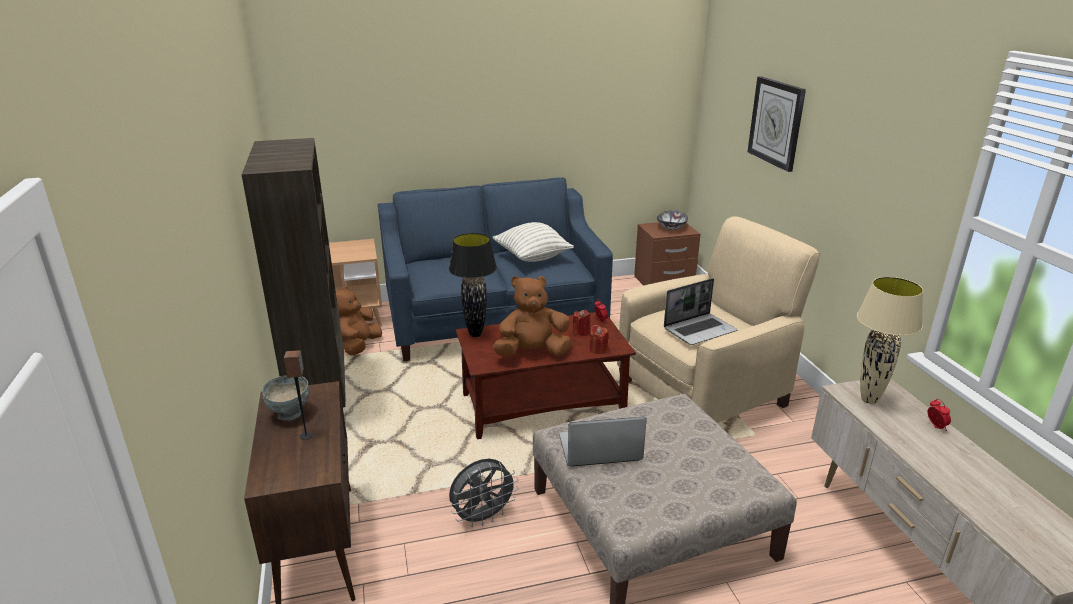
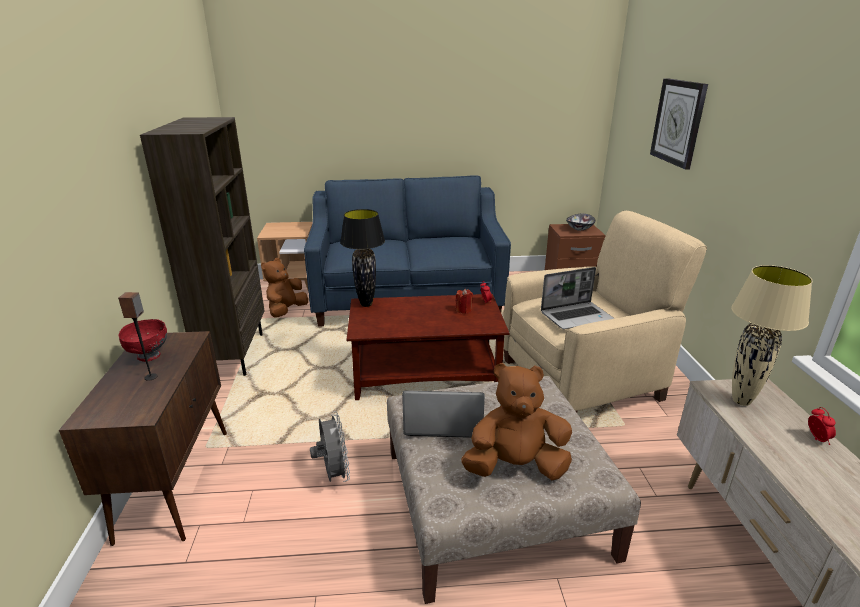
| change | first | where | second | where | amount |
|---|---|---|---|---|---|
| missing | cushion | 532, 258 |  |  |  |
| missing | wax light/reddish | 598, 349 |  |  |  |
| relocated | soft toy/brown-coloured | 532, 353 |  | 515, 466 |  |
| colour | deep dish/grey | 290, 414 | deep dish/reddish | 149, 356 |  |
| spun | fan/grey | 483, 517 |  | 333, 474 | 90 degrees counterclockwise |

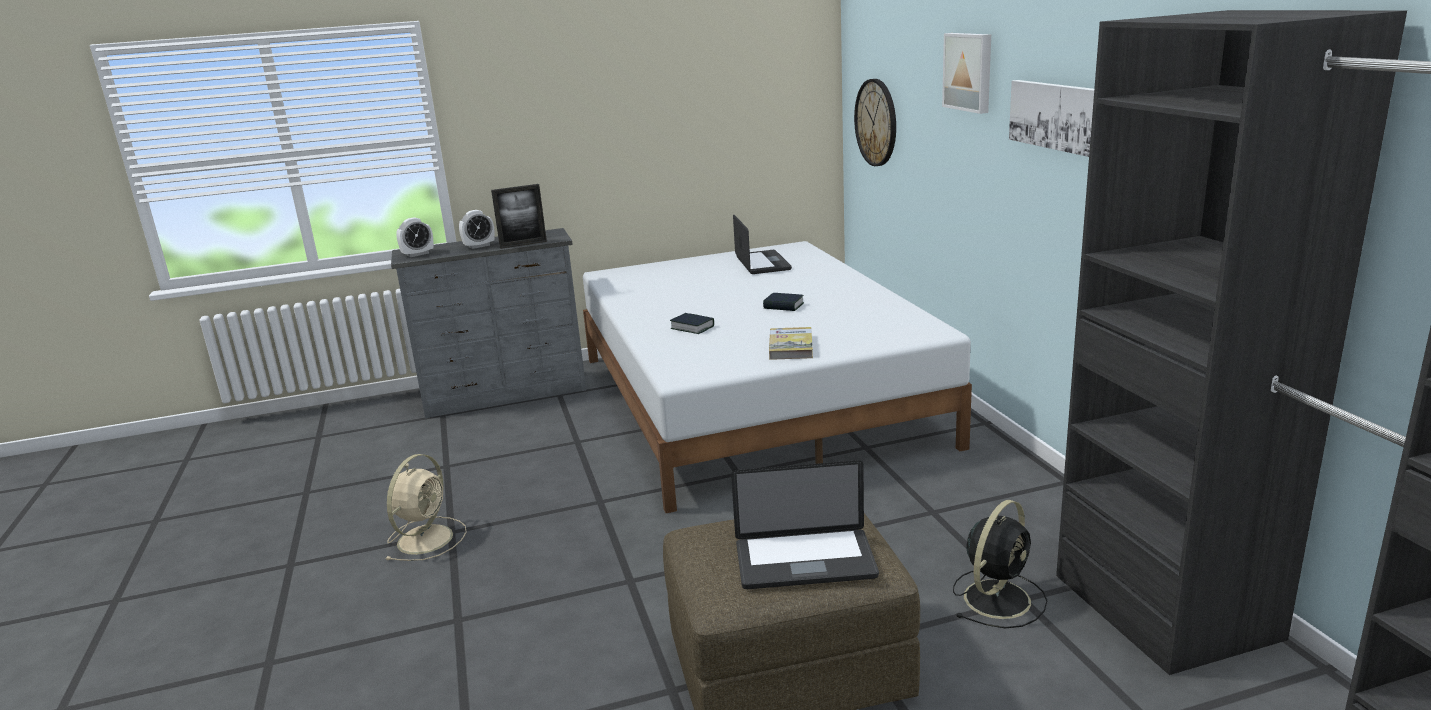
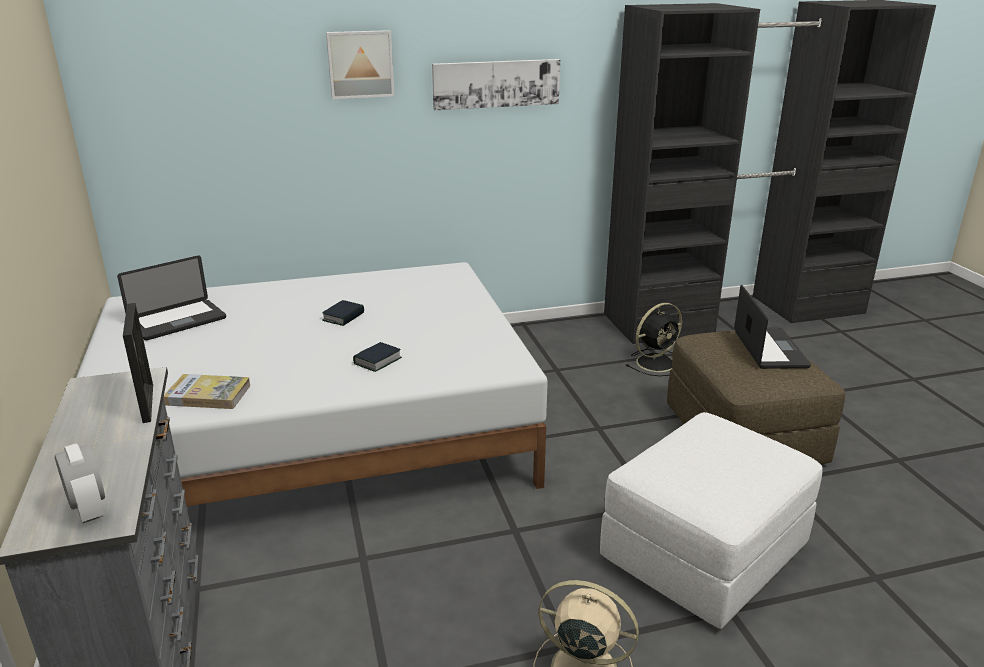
| change | first | where | second | where | amount |
|---|---|---|---|---|---|
| missing | table clock | 479, 246 |  |  |  |
| missing | clock on the wall | 876, 122 |  |  |  |
| appeared |  |  | ottoman/white | 704, 553 |  |
| relocated | volume | 791, 346 |  | 208, 395 |  |
| spun | portable computer | 762, 263 |  | 178, 321 | 150 degrees clockwise |
| spun | fan/blackish | 998, 597 |  | 657, 362 | 105 degrees clockwise |

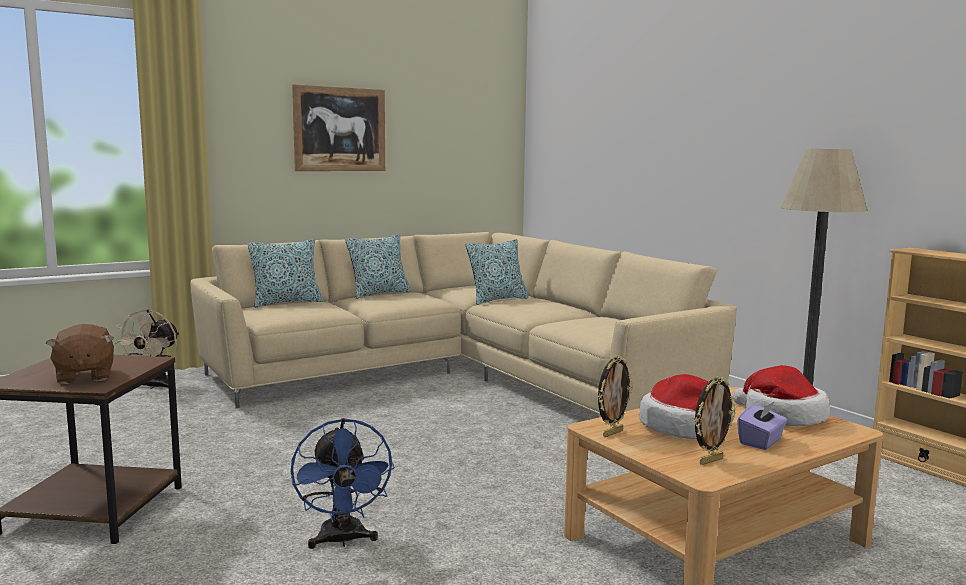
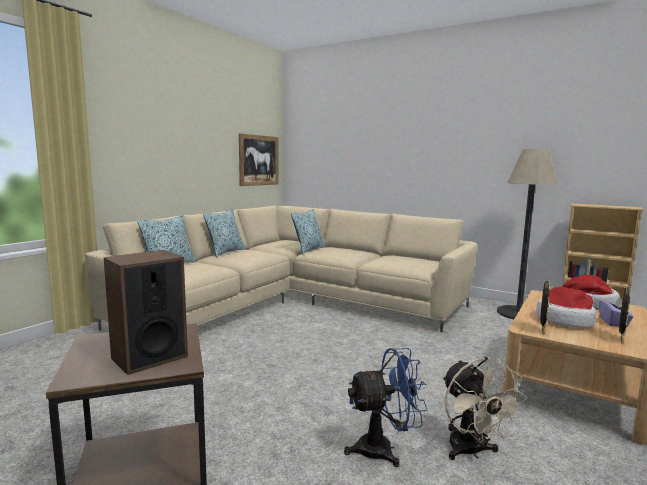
| change | first | where | second | where | amount |
|---|---|---|---|---|---|
| relocated | fan/beige | 155, 387 |  | 471, 452 |  |
| relocated | wall art | 340, 129 |  | 259, 160 |  |
| exchanged | soft toy/brown-coloured | 84, 376 | loudspeaker | 149, 357 |  |
| spun | fan/blue | 342, 540 |  | 384, 449 | 60 degrees counterclockwise |

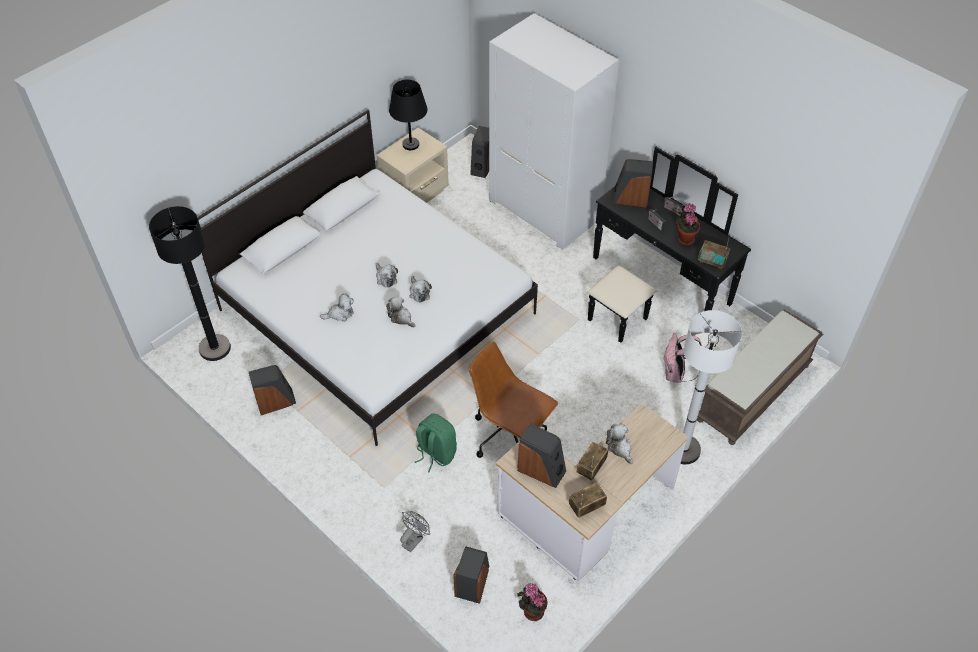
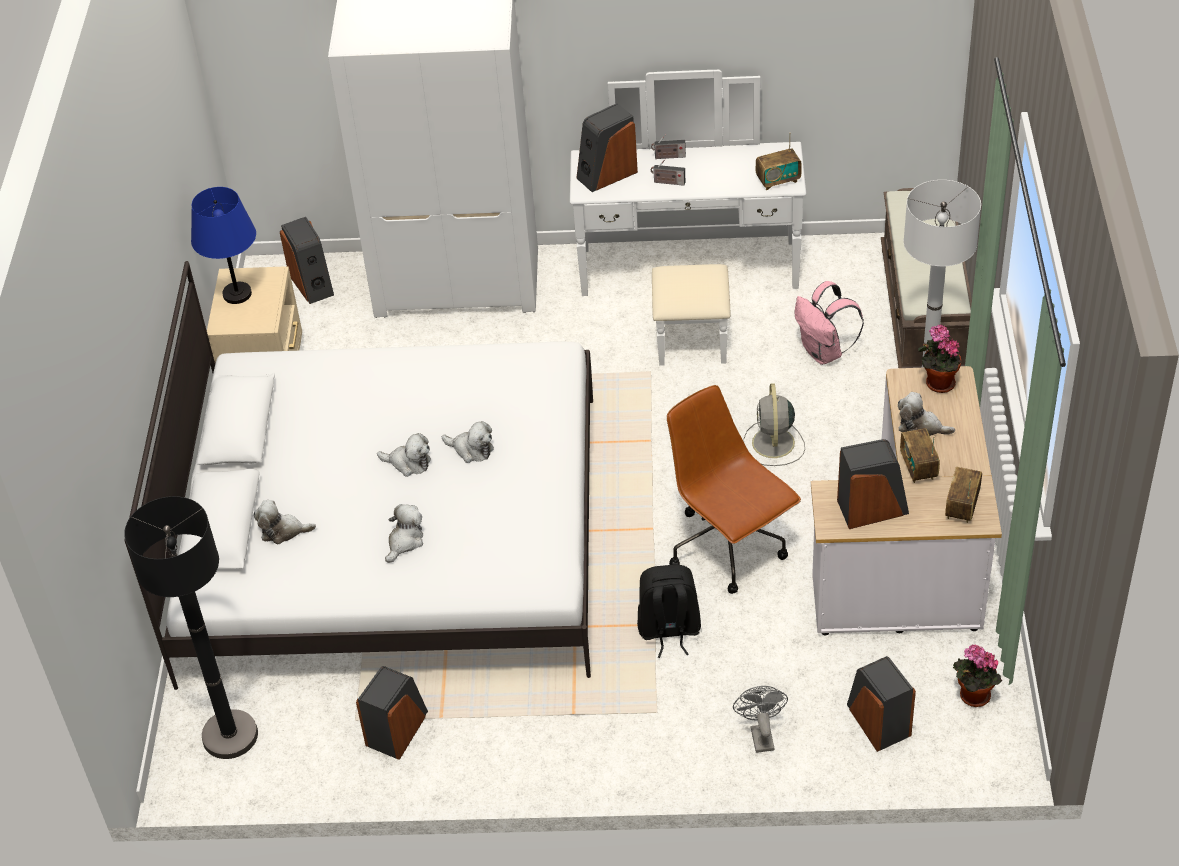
| change | first | where | second | where | amount |
|---|---|---|---|---|---|
| appeared |  |  | fan/grey | 773, 444 |  |
| relocated | soft toy | 401, 317 |  | 283, 531 |  |
| relocated | potted plant | 684, 238 |  | 937, 383 |  |
| colour | lamp for a table/blackish | 411, 144 | lamp for a table/blue | 237, 294 |  |
| colour | rucksack/greenish | 435, 453 | rucksack/blackish | 669, 630 |  |
| colour | dresser/blackish | 651, 289 | dresser/white | 690, 284 |  |
| spun | office chair/brown-coloured | 510, 436 |  | 729, 548 | 60 degrees clockwise |

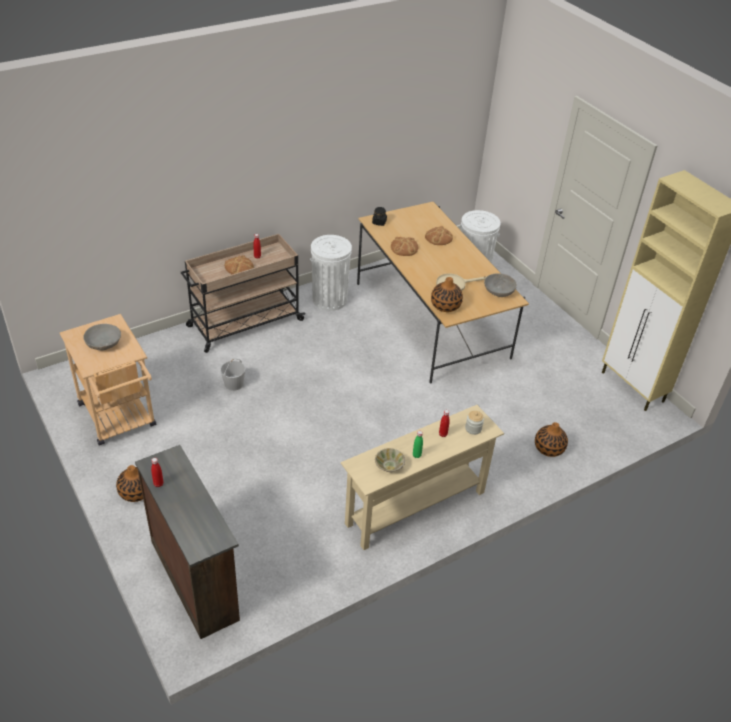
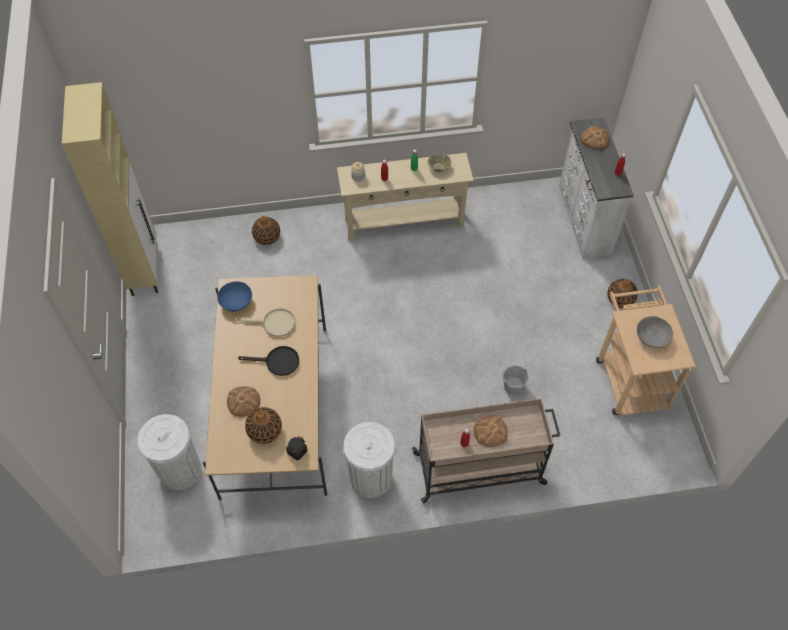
| change | first | where | second | where | amount |
|---|---|---|---|---|---|
| appeared |  |  | skillet/blackish | 277, 362 |  |
| relocated | baked bread | 404, 248 |  | 595, 139 |  |
| relocated | decorative vase | 445, 306 |  | 265, 430 |  |
| colour | dresser/brown-coloured | 195, 578 | dresser/white | 583, 220 |  |
| colour | deep dish/grey | 498, 291 | deep dish/blue | 236, 302 |  |

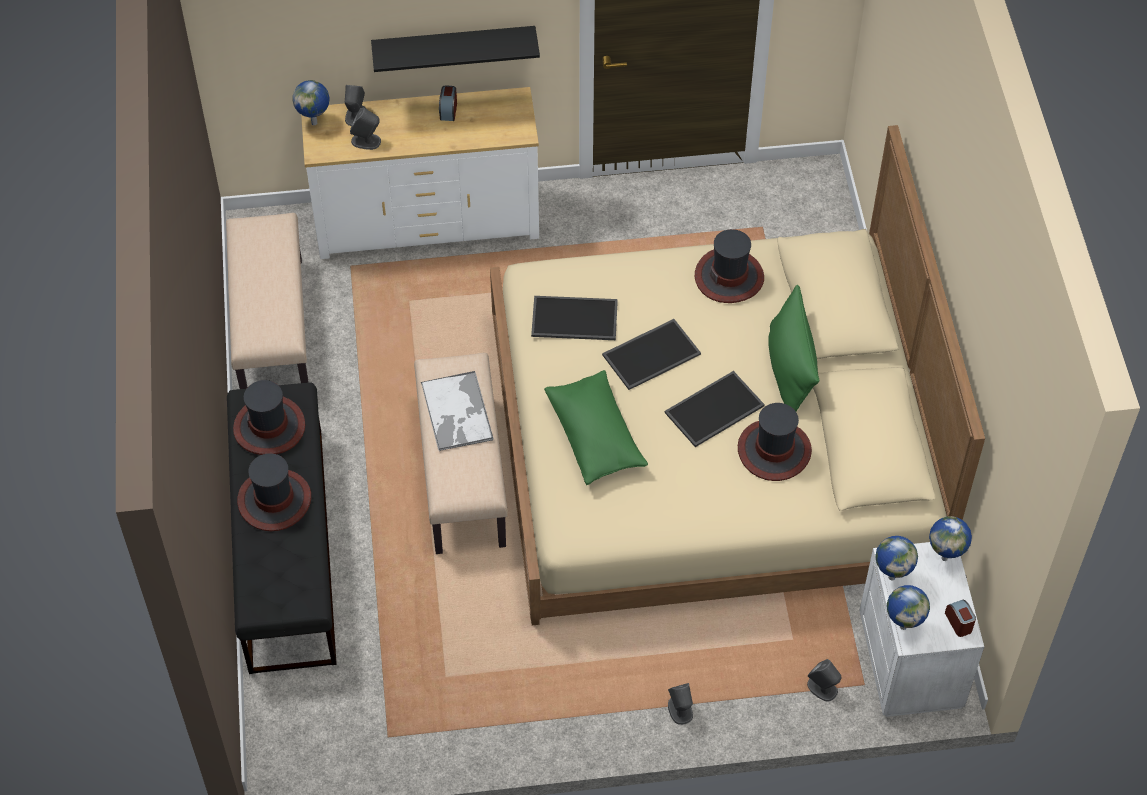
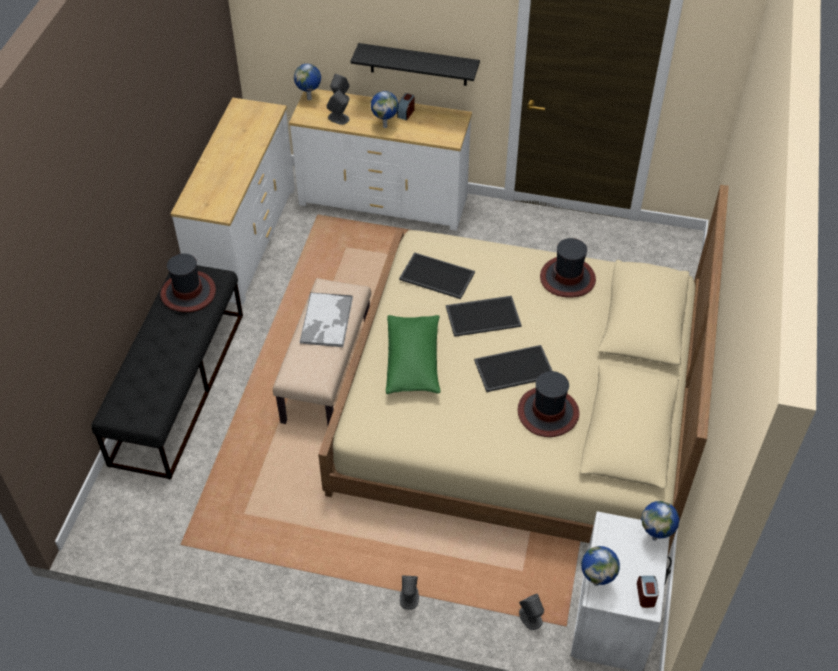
| change | first | where | second | where | amount |
|---|---|---|---|---|---|
| missing | clothing hat | 274, 500 |  |  |  |
| missing | cushion/greenish | 789, 369 |  |  |  |
| relocated | desk globe | 891, 576 |  | 385, 126 |  |
| exchanged | long seat/beige | 271, 328 | dresser/white | 244, 240 |  |

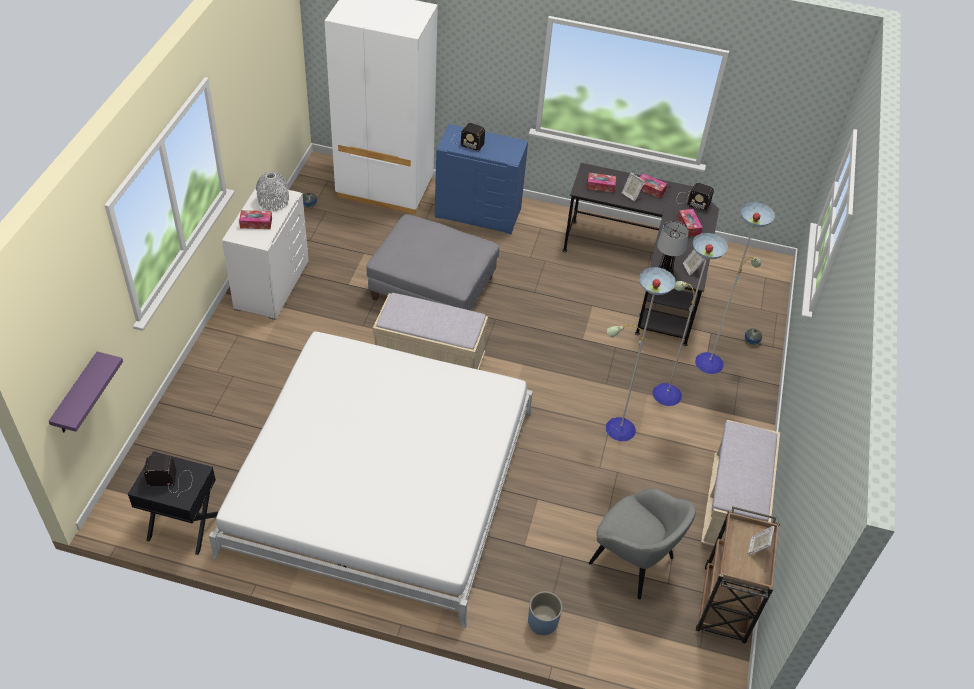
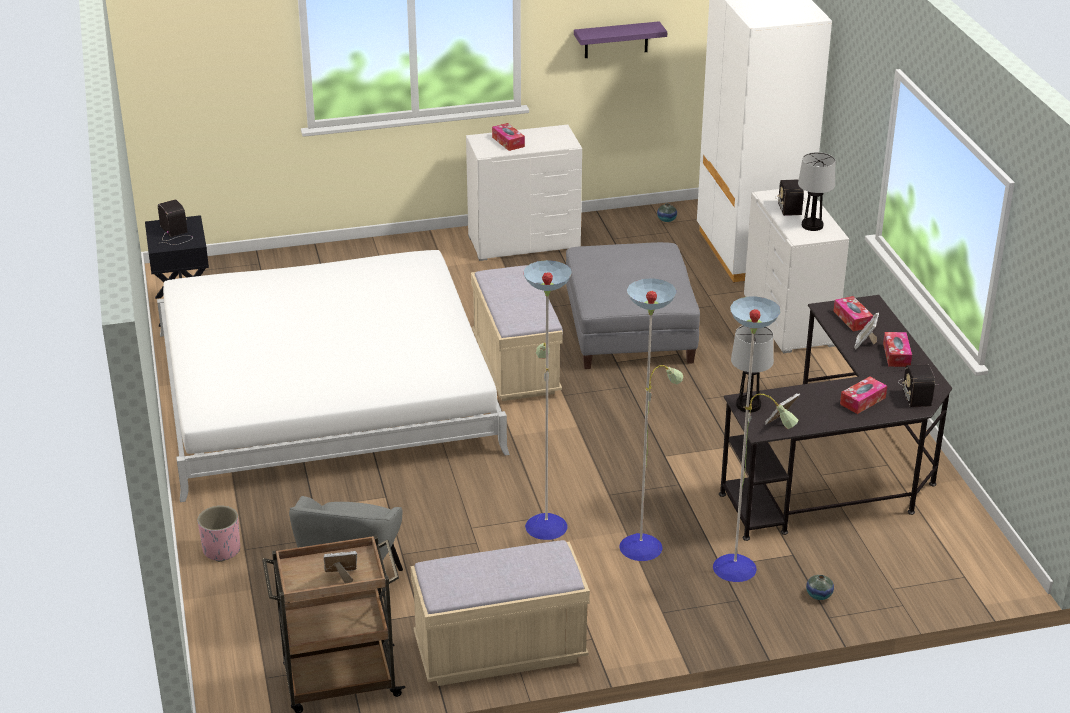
| change | first | where | second | where | amount |
|---|---|---|---|---|---|
| missing | decorative vase/grey | 273, 201 |  |  |  |
| appeared |  |  | lamp for a table | 812, 226 |  |
| relocated | wall shelf/purple-coloured | 76, 395 |  | 616, 40 |  |
| colour | dresser/blue | 478, 213 | dresser/white | 790, 320 |  |
| colour | plant pot/blue | 542, 622 | plant pot/pinkish | 221, 550 |  |

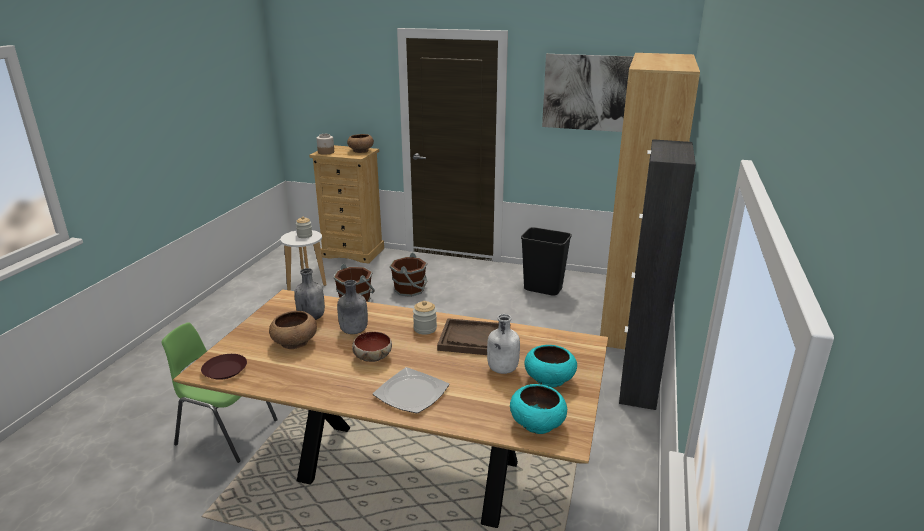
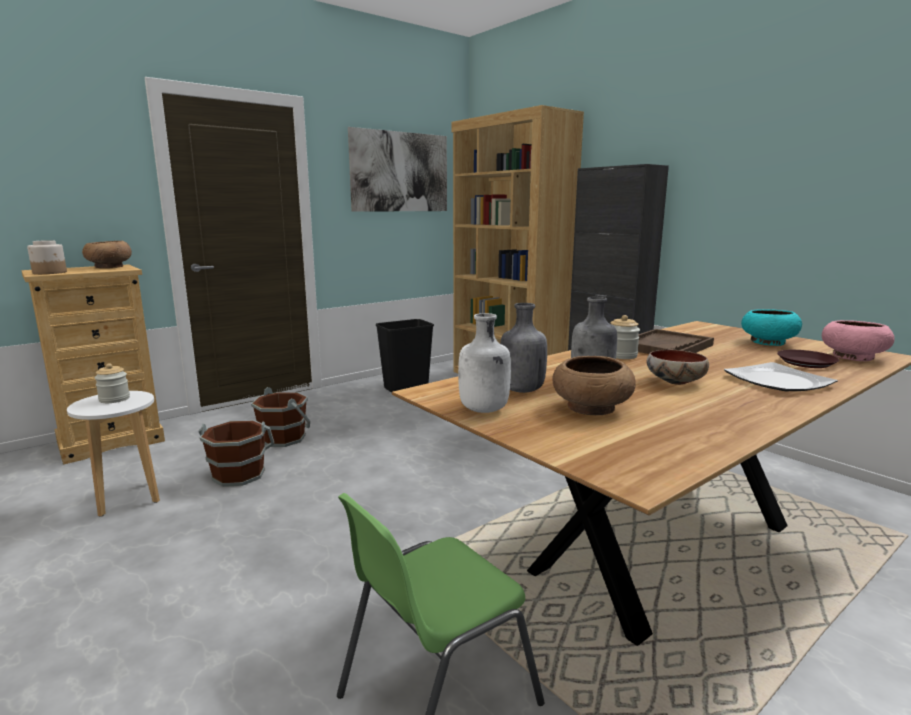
| change | first | where | second | where | amount |
|---|---|---|---|---|---|
| relocated | dinner plate/brown-coloured | 224, 370 |  | 806, 363 |  |
| relocated | beverage bottle/white | 502, 369 |  | 484, 410 |  |
| colour | deep dish/turquoise | 537, 423 | deep dish/pinkish | 852, 357 |  |

